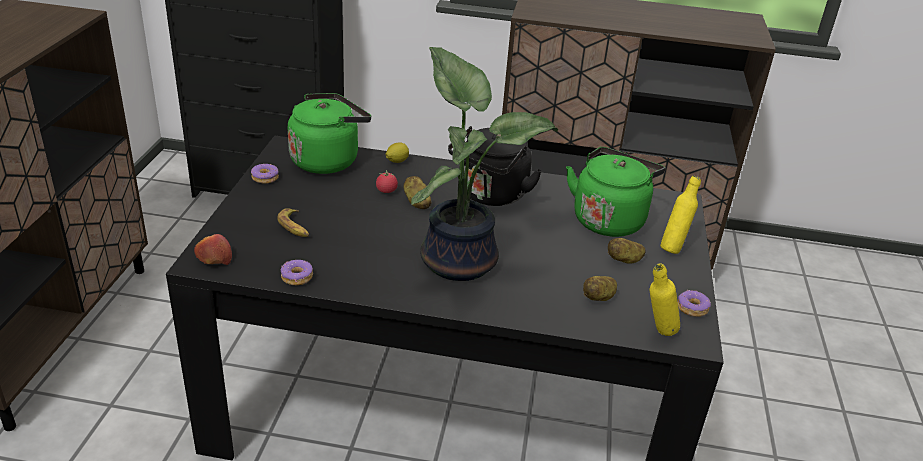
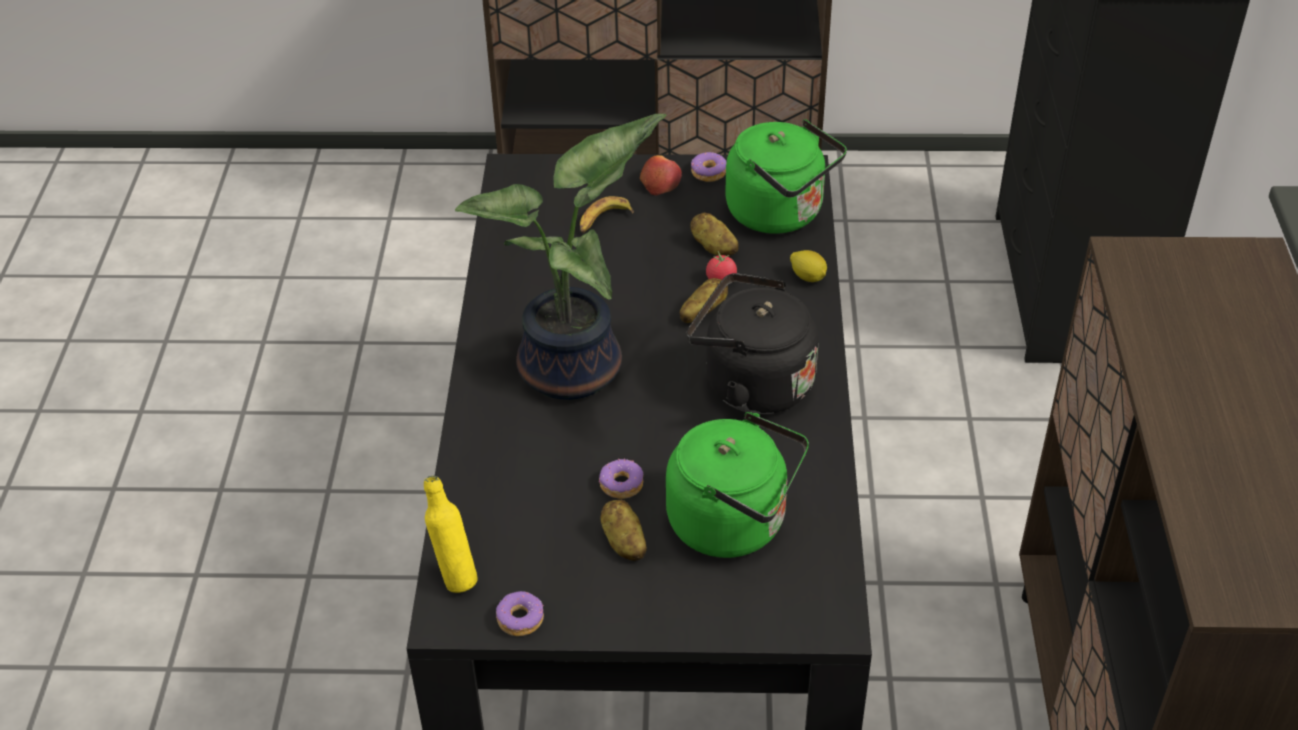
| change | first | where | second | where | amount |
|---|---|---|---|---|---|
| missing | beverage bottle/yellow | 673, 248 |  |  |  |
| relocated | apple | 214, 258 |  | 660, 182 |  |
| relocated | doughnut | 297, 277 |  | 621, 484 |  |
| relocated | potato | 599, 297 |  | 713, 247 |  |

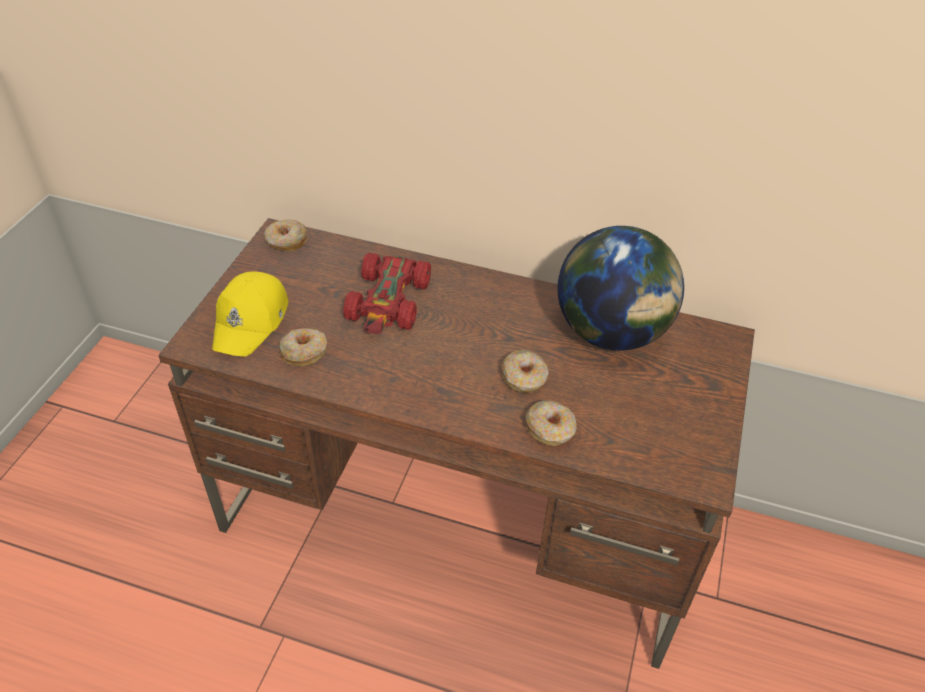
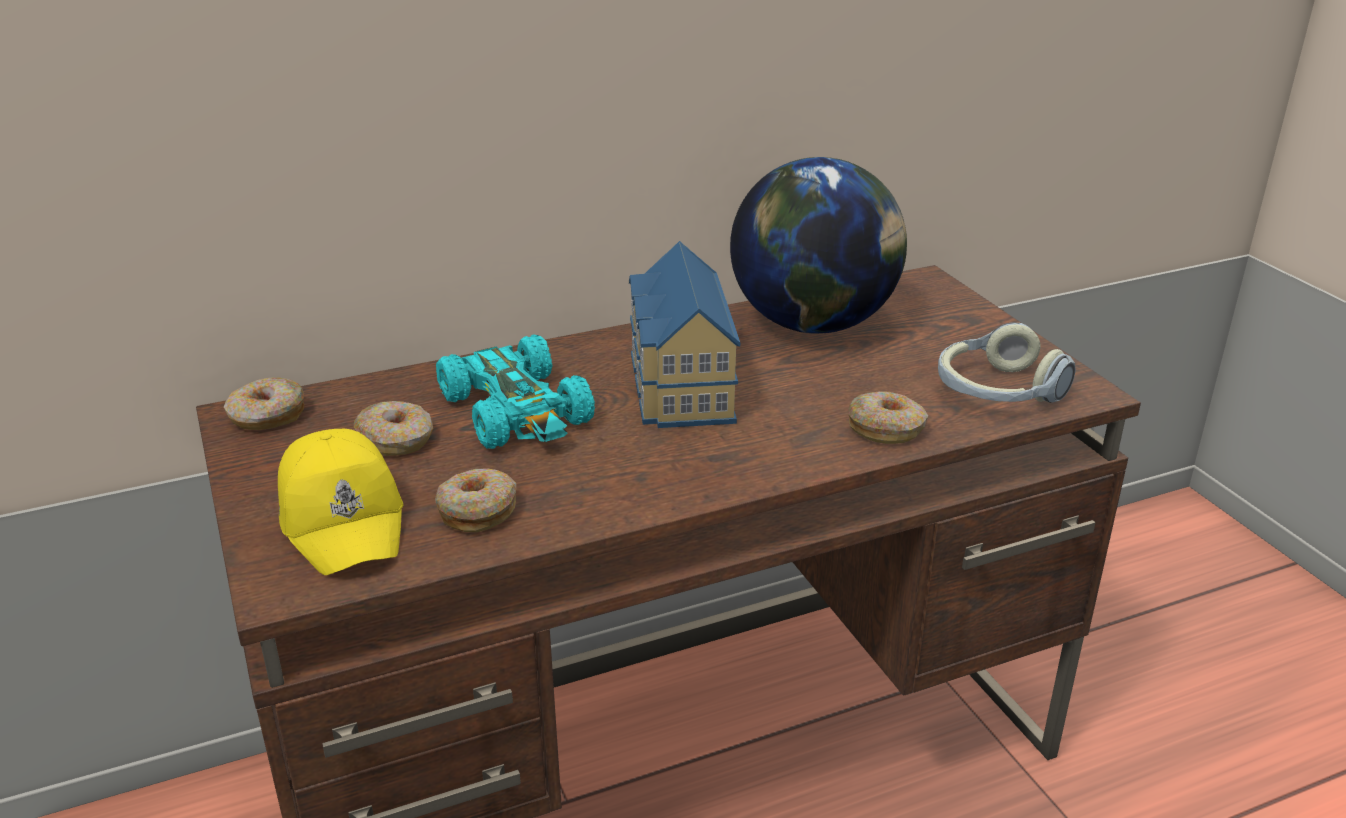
| change | first | where | second | where | amount |
|---|---|---|---|---|---|
| appeared |  |  | miniature house | 677, 386 |  |
| appeared |  |  | pair of headphones | 997, 391 |  |
| relocated | doughnut | 524, 378 |  | 396, 440 |  |
| colour | toy car/reddish | 389, 302 | toy car/turquoise | 517, 411 |  |

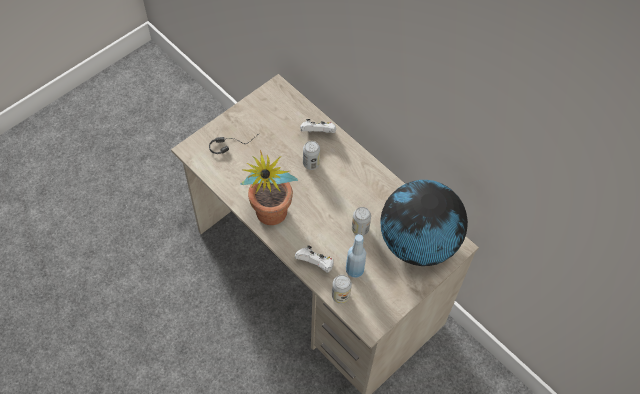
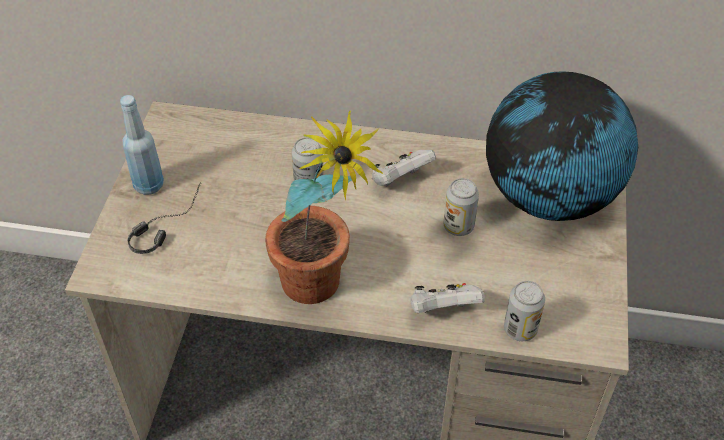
| change | first | where | second | where | amount |
|---|---|---|---|---|---|
| relocated | gamepad/white | 318, 133 |  | 400, 180 |  |
| relocated | beverage bottle/blue | 354, 270 |  | 149, 185 |  |

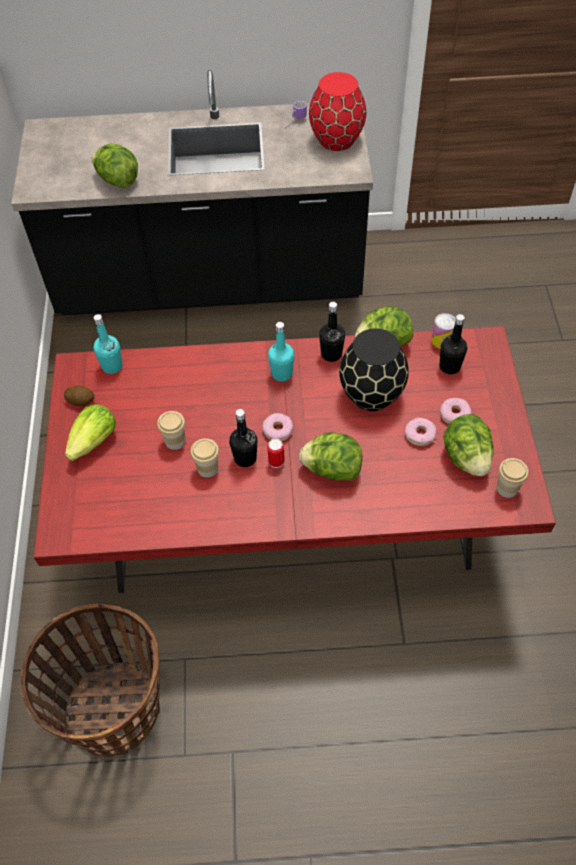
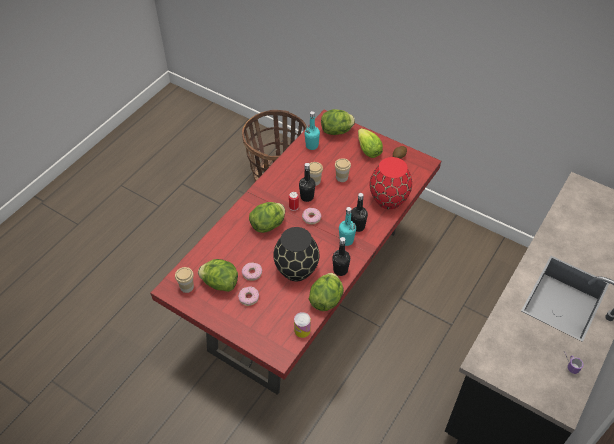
| change | first | where | second | where | amount |
|---|---|---|---|---|---|
| relocated | lettuce | 117, 180 |  | 337, 131 |  |
| relocated | beverage bottle/turquoise | 112, 366 |  | 312, 146 |  |
| relocated | decorative vase/reddish | 336, 139 |  | 389, 199 |  |
| relocated | beverage bottle/blackish | 449, 366 |  | 358, 226 |  |

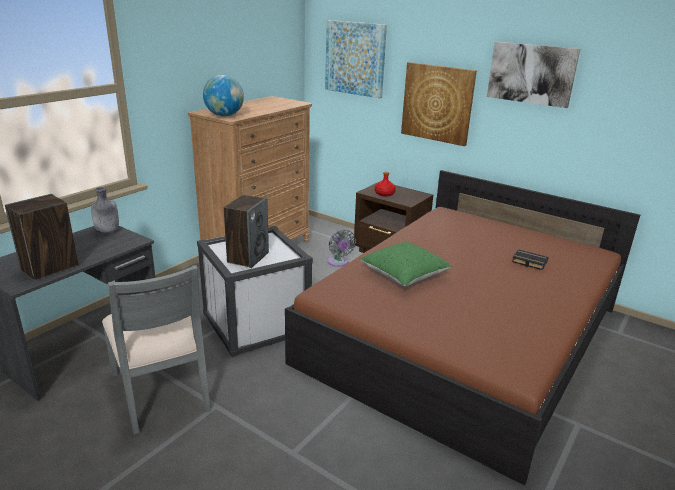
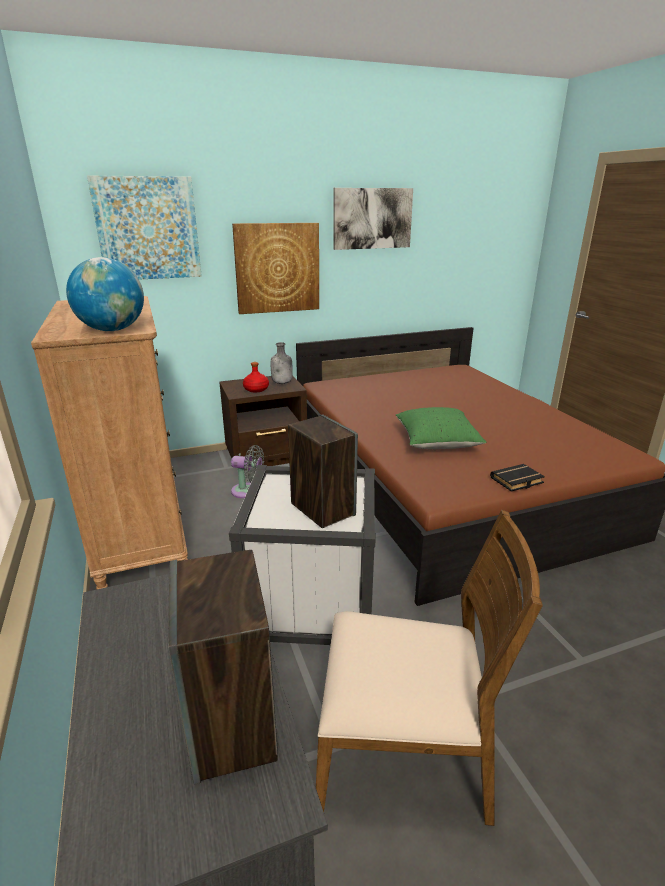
| change | first | where | second | where | amount |
|---|---|---|---|---|---|
| relocated | beverage bottle/grey | 107, 231 |  | 282, 383 |  |
| relocated | volume/blackish | 528, 262 |  | 516, 481 |  |
| colour | plain chair/grey | 162, 391 | plain chair/brown-coloured | 404, 753 |  |

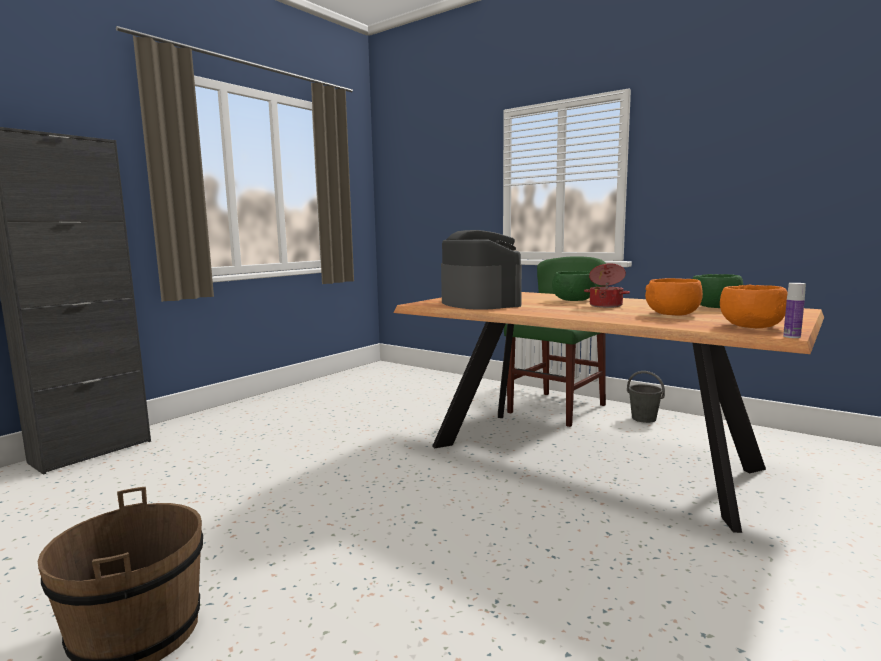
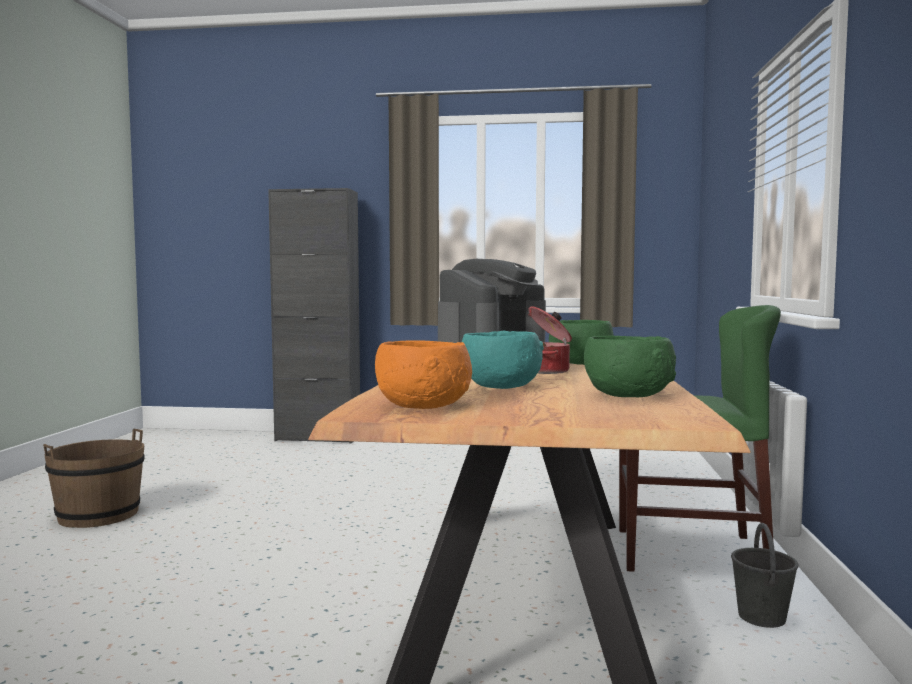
| change | first | where | second | where | amount |
|---|---|---|---|---|---|
| missing | beverage bottle | 791, 336 |  |  |  |
| colour | deep dish/orange | 672, 314 | deep dish/turquoise | 499, 386 |  |

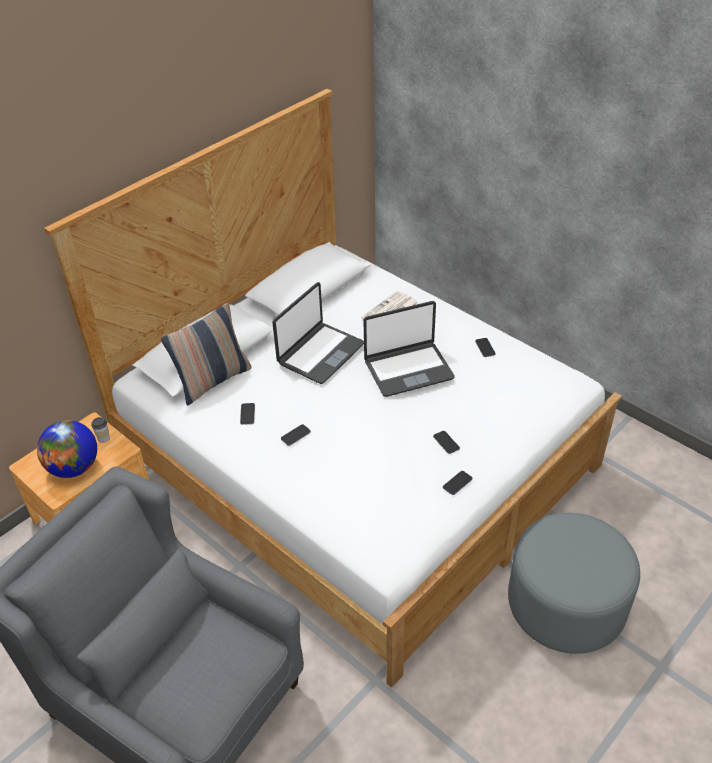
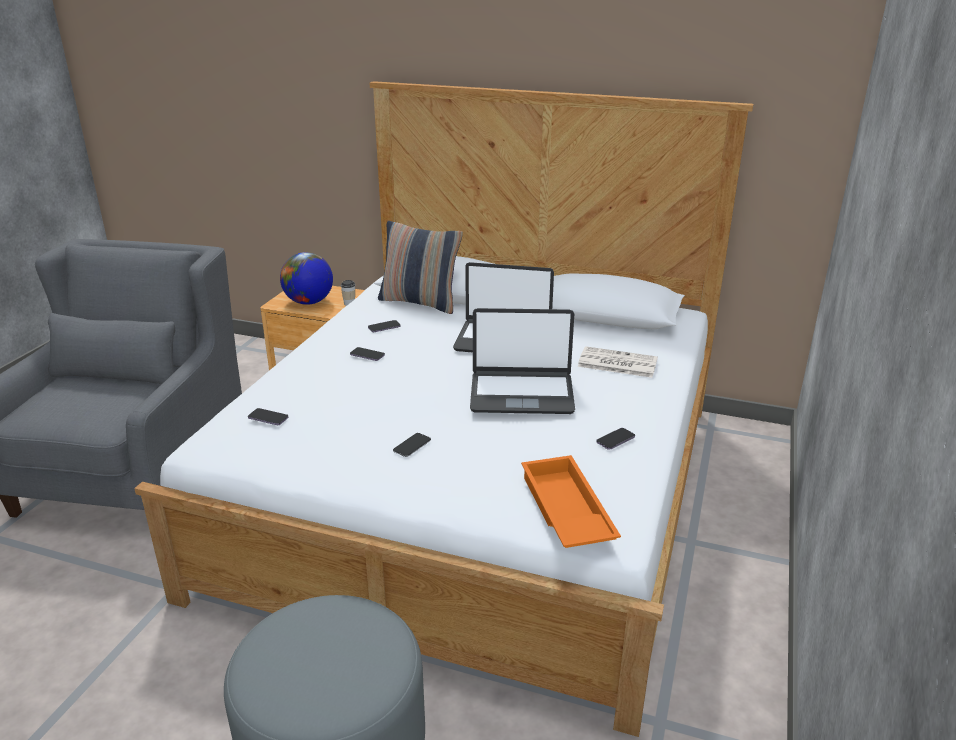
| change | first | where | second | where | amount |
|---|---|---|---|---|---|
| appeared |  |  | carrying tray/orange | 564, 511 |  |
| relocated | telephone | 457, 483 |  | 268, 418 |  |
| spun | portable computer | 408, 369 |  | 521, 394 | 45 degrees counterclockwise |

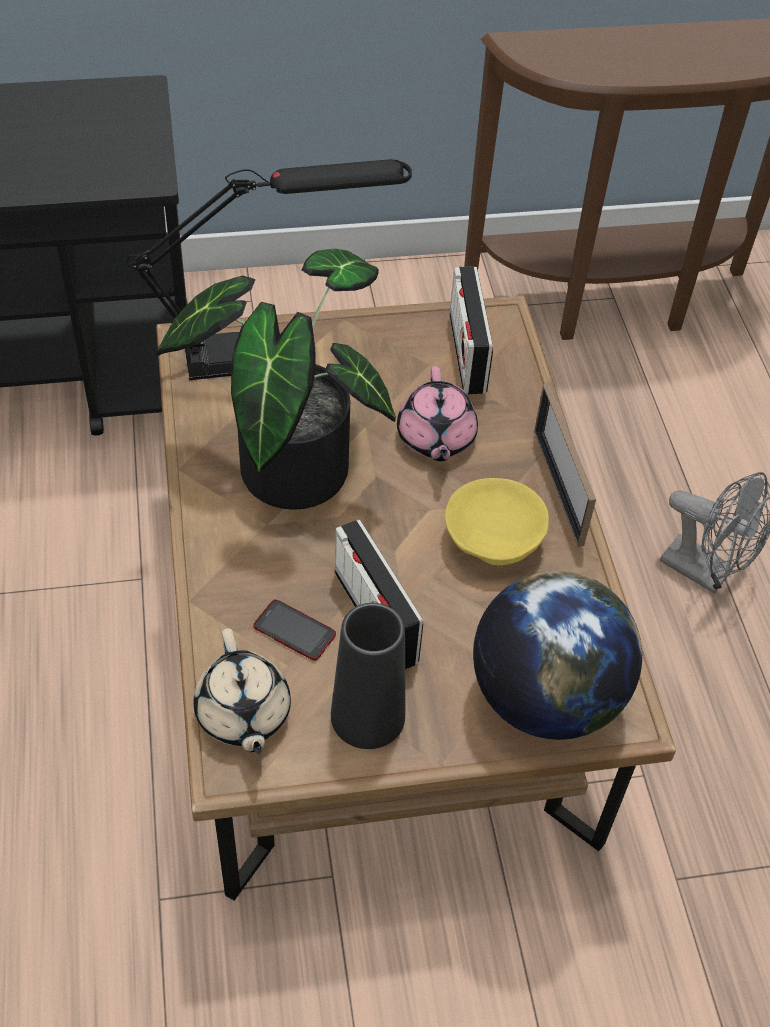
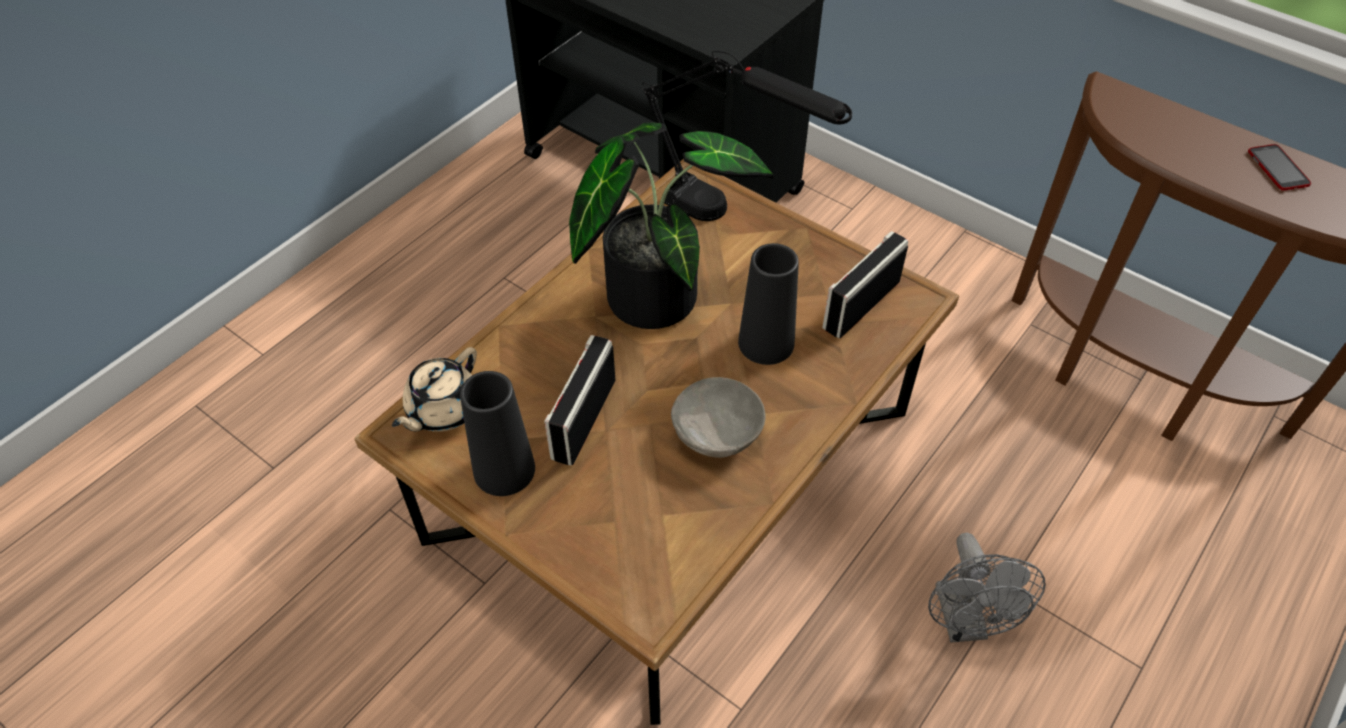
| change | first | where | second | where | amount |
|---|---|---|---|---|---|
| missing | desk globe | 545, 698 |  |  |  |
| missing | picture frame | 558, 487 |  |  |  |
| relocated | telephone | 294, 631 |  | 1277, 168 |  |
| exchanged | tea pot/pinkish | 435, 438 | decorative vase/blackish | 766, 343 |  |
| colour | deep dish/yellow | 494, 540 | deep dish/grey | 718, 433 |  |

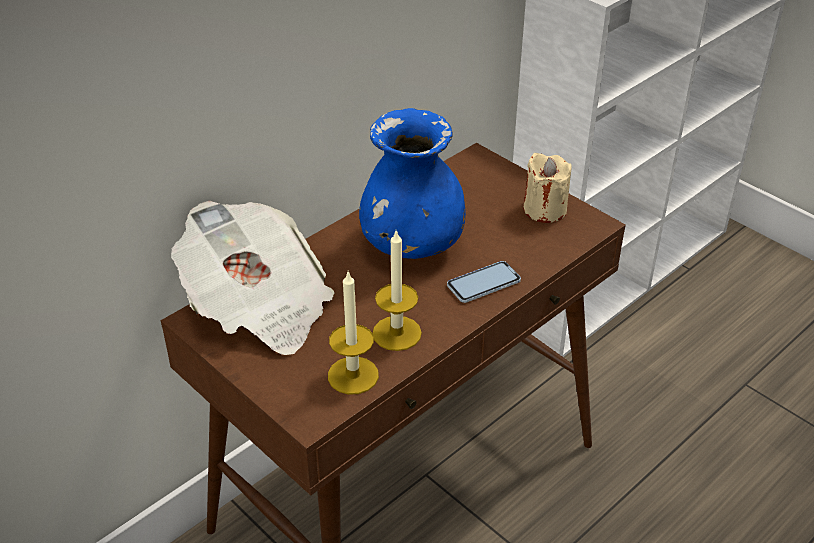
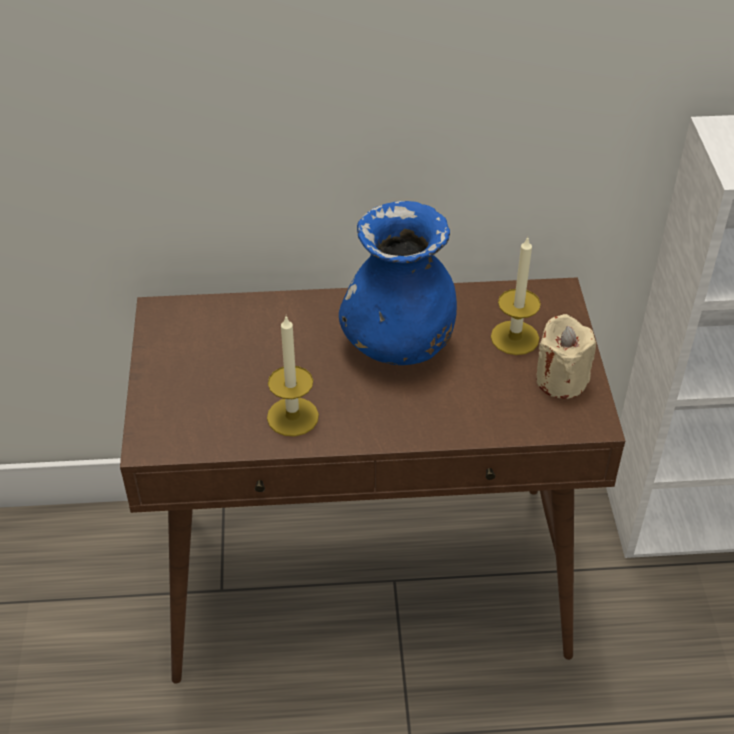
| change | first | where | second | where | amount |
|---|---|---|---|---|---|
| missing | daily paper | 259, 306 |  |  |  |
| missing | telephone | 483, 283 |  |  |  |
| relocated | wax light | 353, 375 |  | 514, 338 |  |

